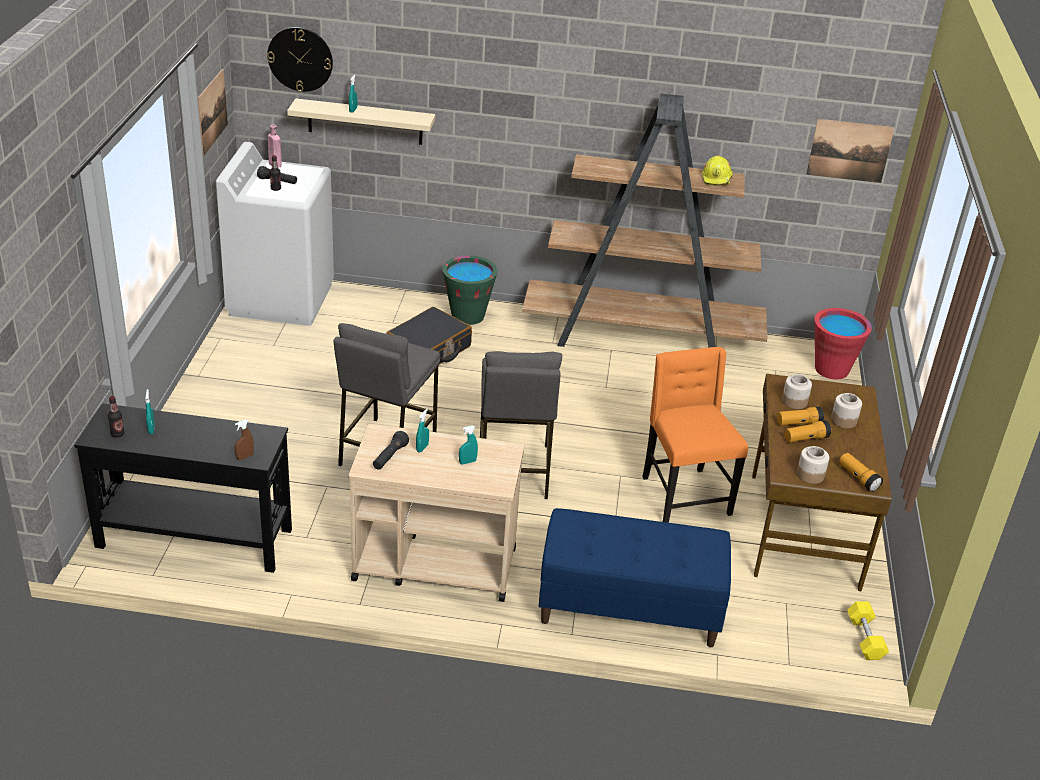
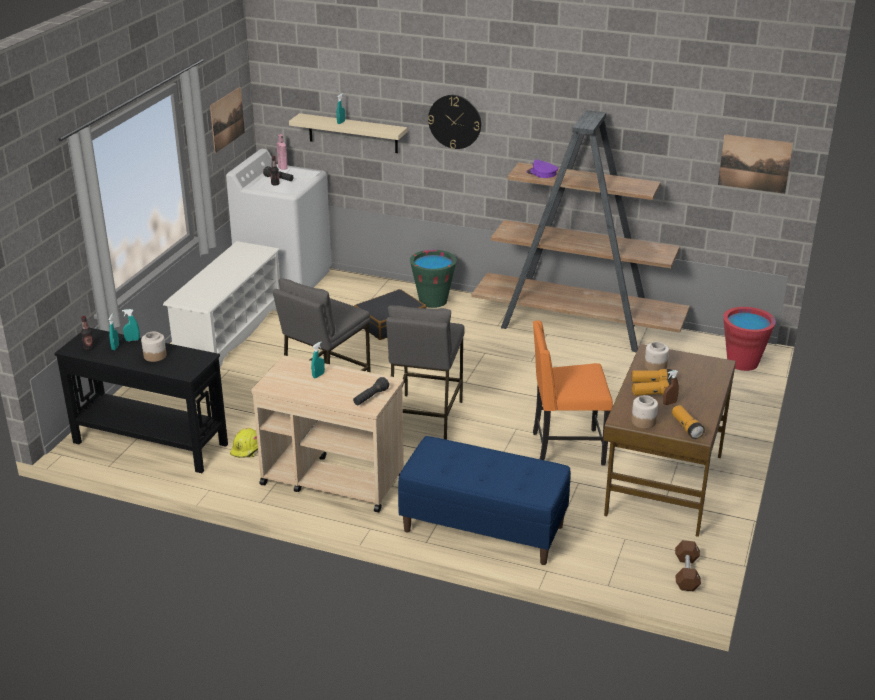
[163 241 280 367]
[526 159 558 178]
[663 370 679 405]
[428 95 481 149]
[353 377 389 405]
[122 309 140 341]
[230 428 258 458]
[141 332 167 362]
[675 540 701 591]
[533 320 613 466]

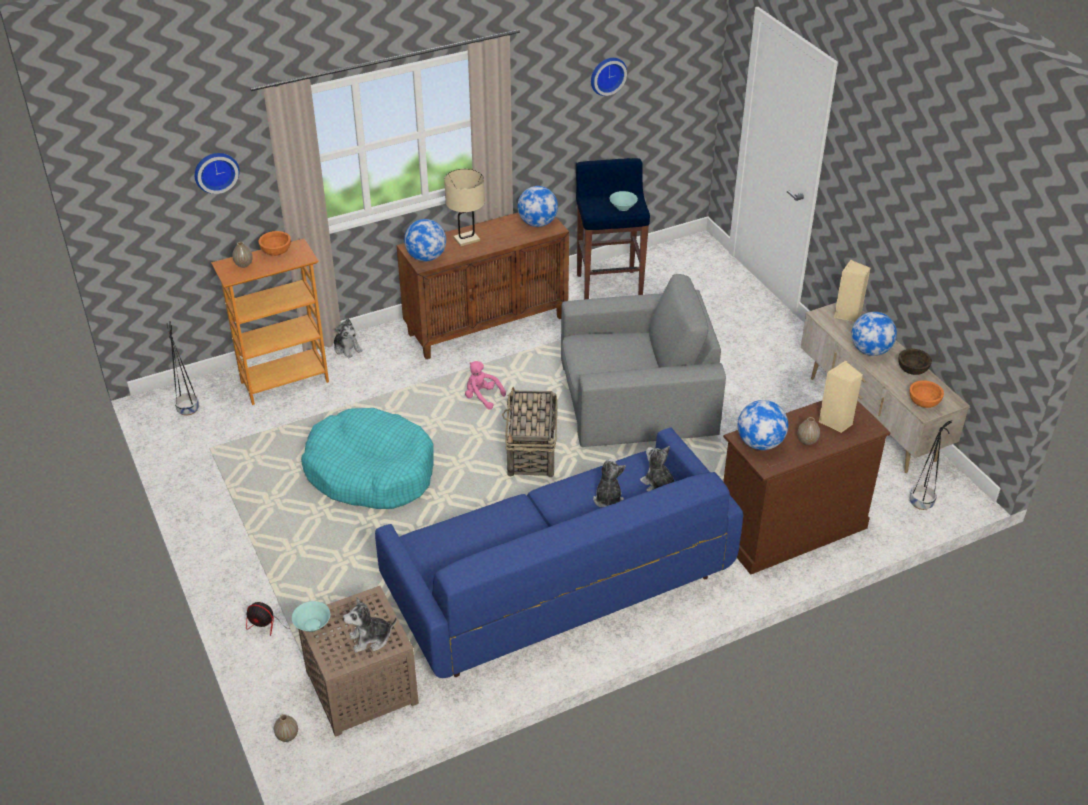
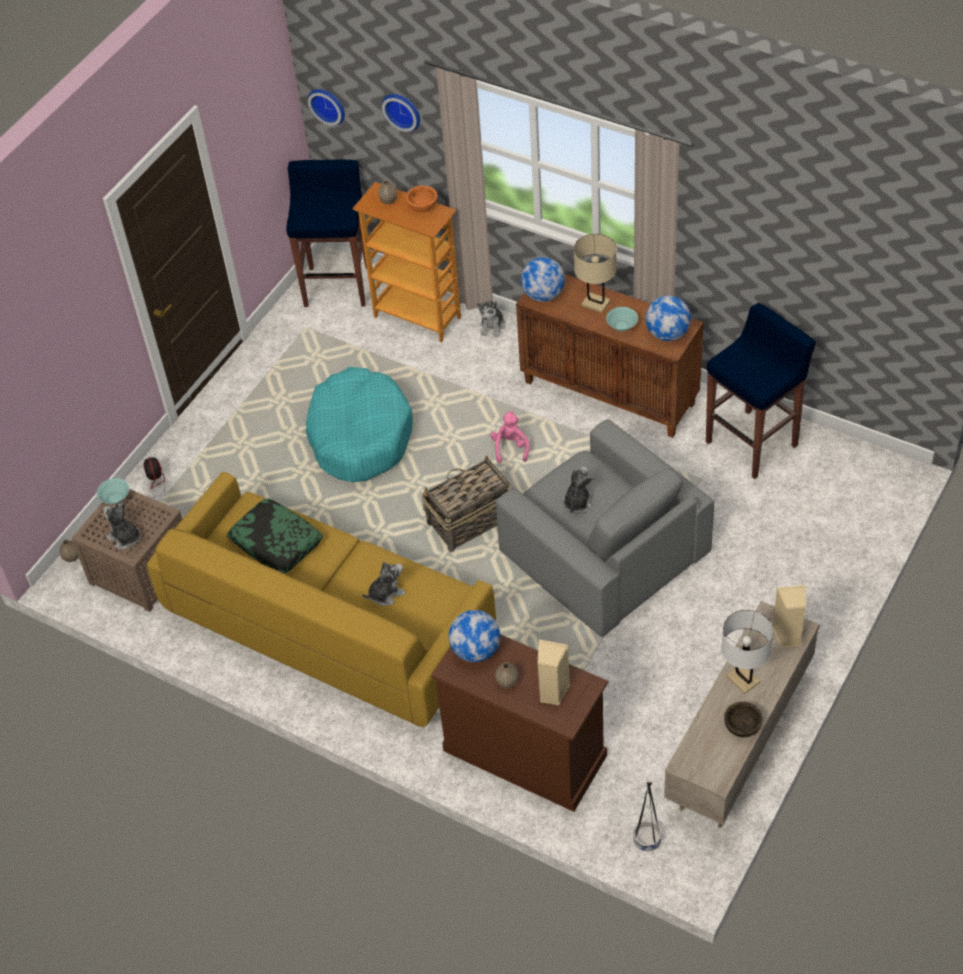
[909 380 944 408] (first image)
[227 498 323 574]
[308 89 345 126]
[606 307 638 331]
[563 467 593 513]
[286 160 367 307]
[721 610 773 694]
[147 472 496 727]

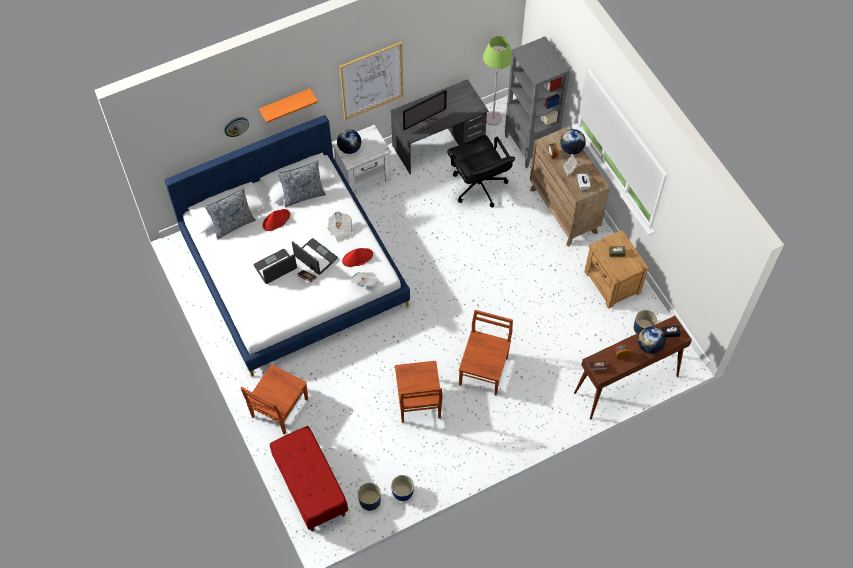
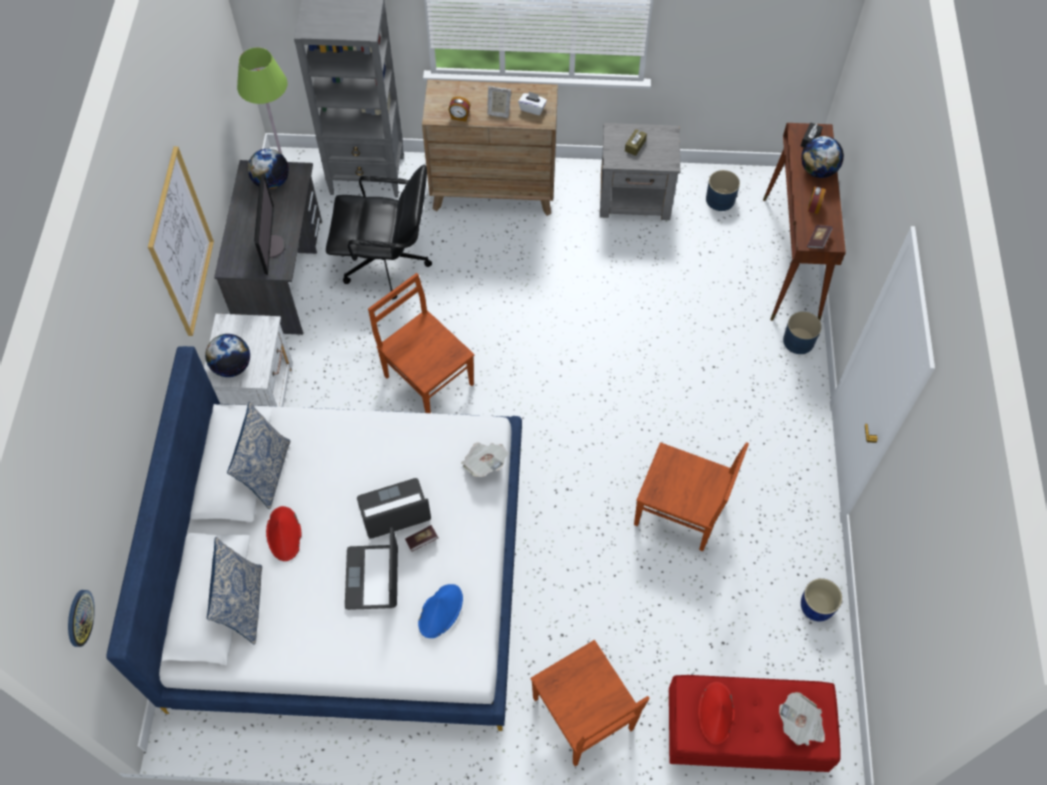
[259 88 318 123] (first image)
[418 584 463 638]
[68 590 95 647]
[779 692 825 746]
[698 682 735 745]
[783 311 822 354]
[368 273 474 413]
[248 149 289 189]
[600 123 680 220]

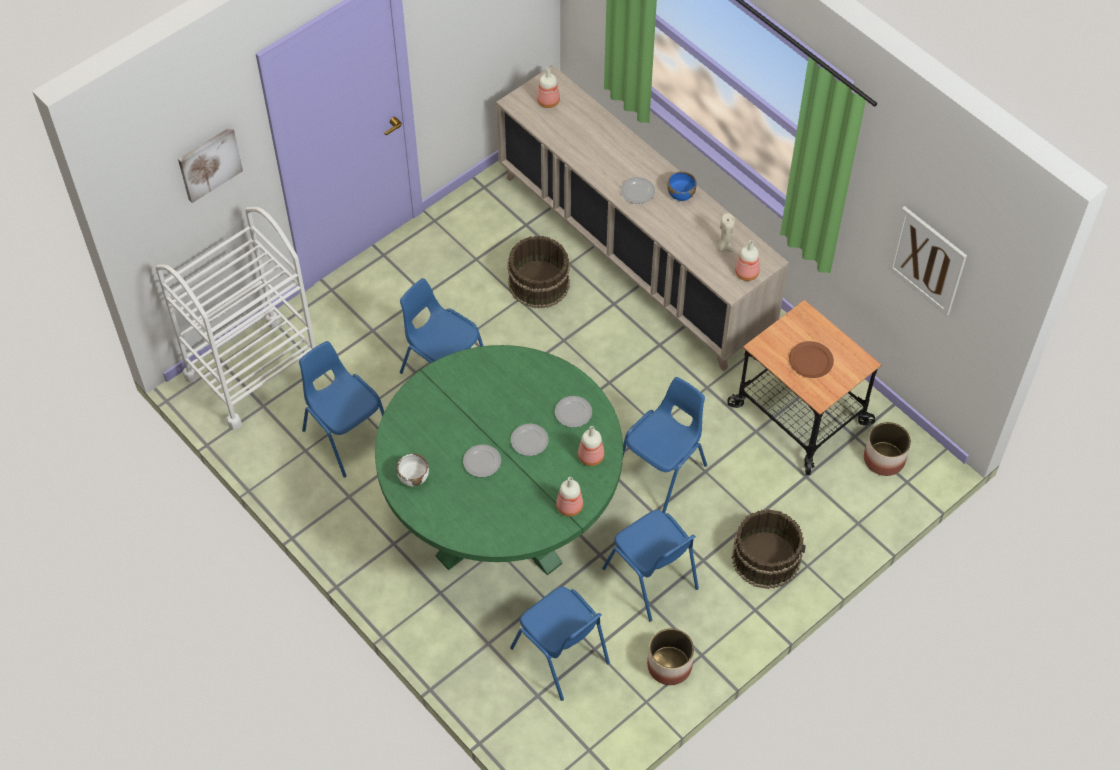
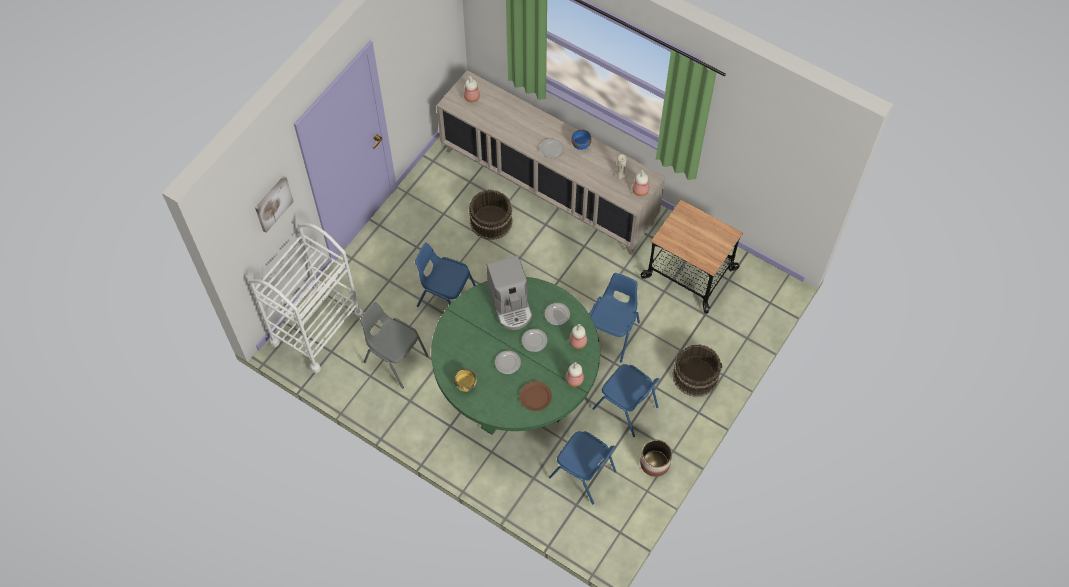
[864 422 911 476] (first image)
[887 206 967 316] (first image)
[487 256 532 330]
[519 381 552 411]
[360 302 428 389]
[454 369 477 392]

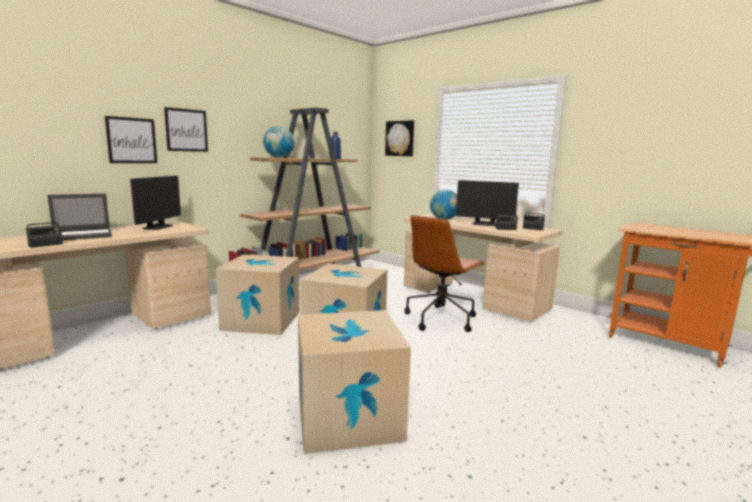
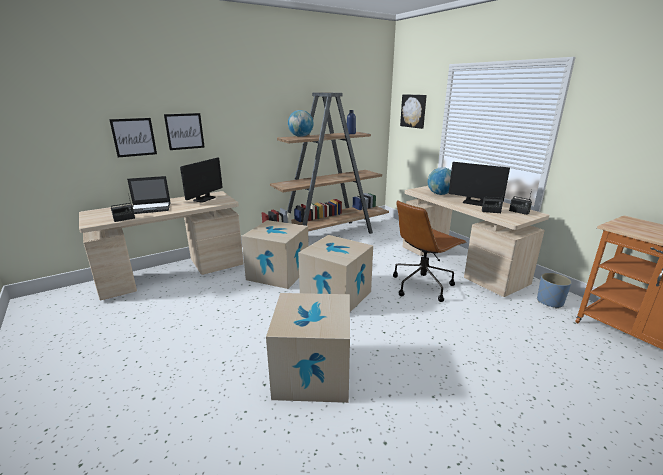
[537 273 572 309]
[109 118 157 157]

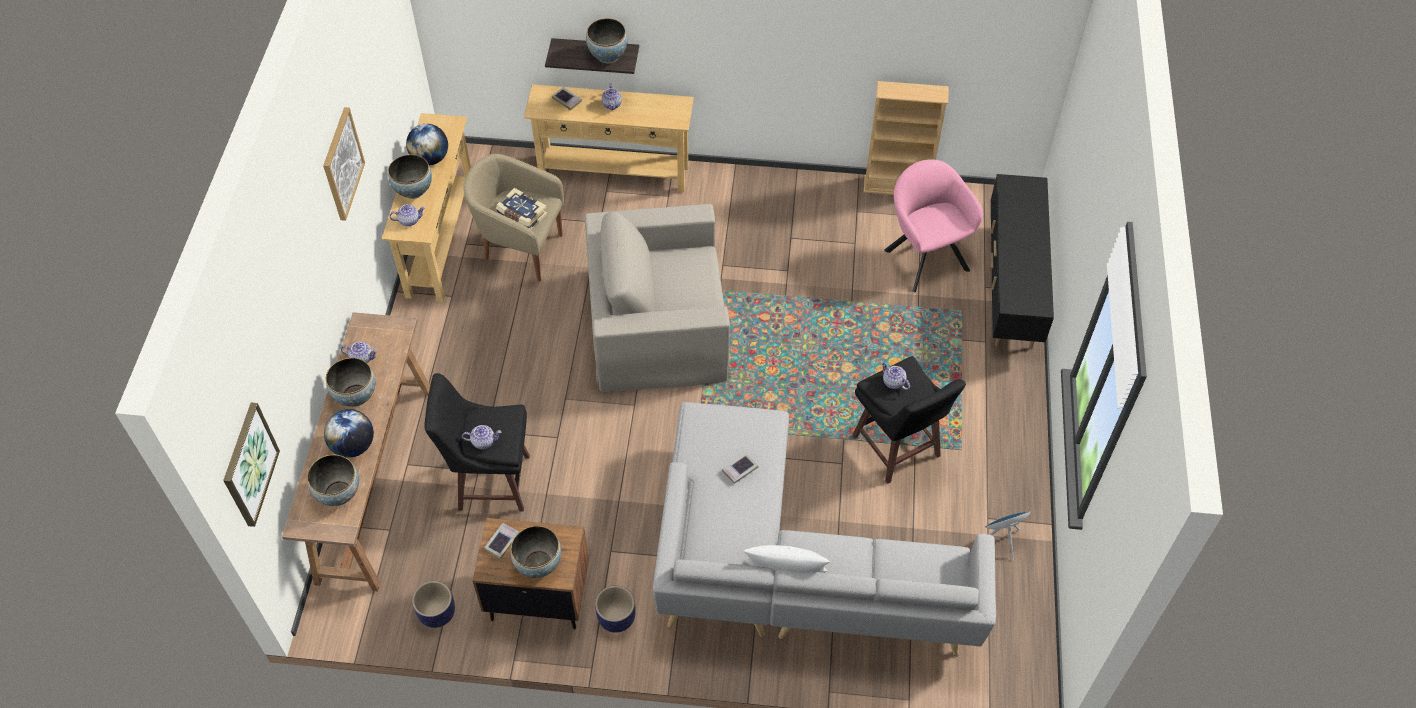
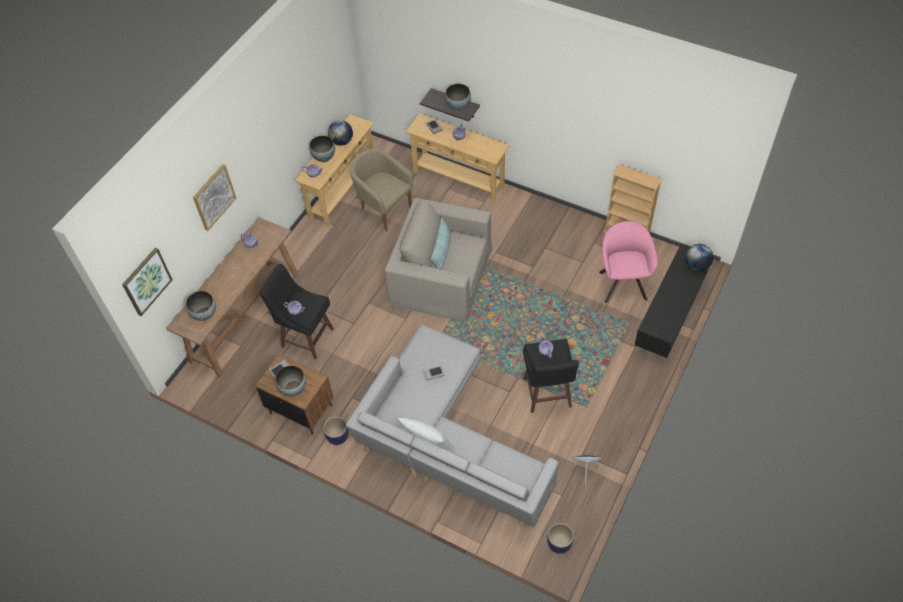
[326 358 375 407] (first image)
[496 188 548 230] (first image)
[431 217 451 270]
[193 164 236 231]
[685 244 713 271]
[547 523 574 554]

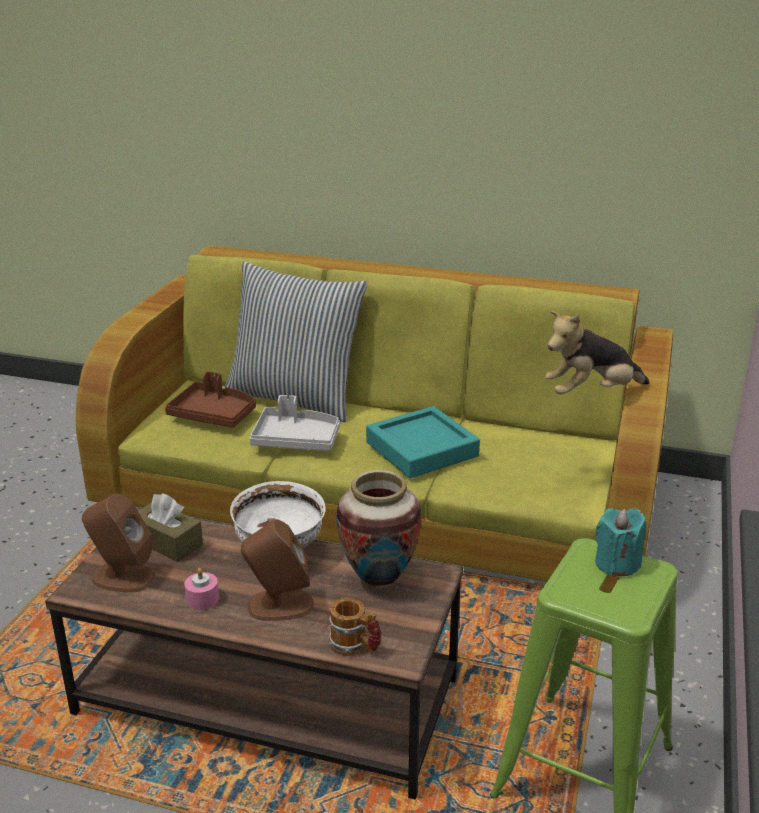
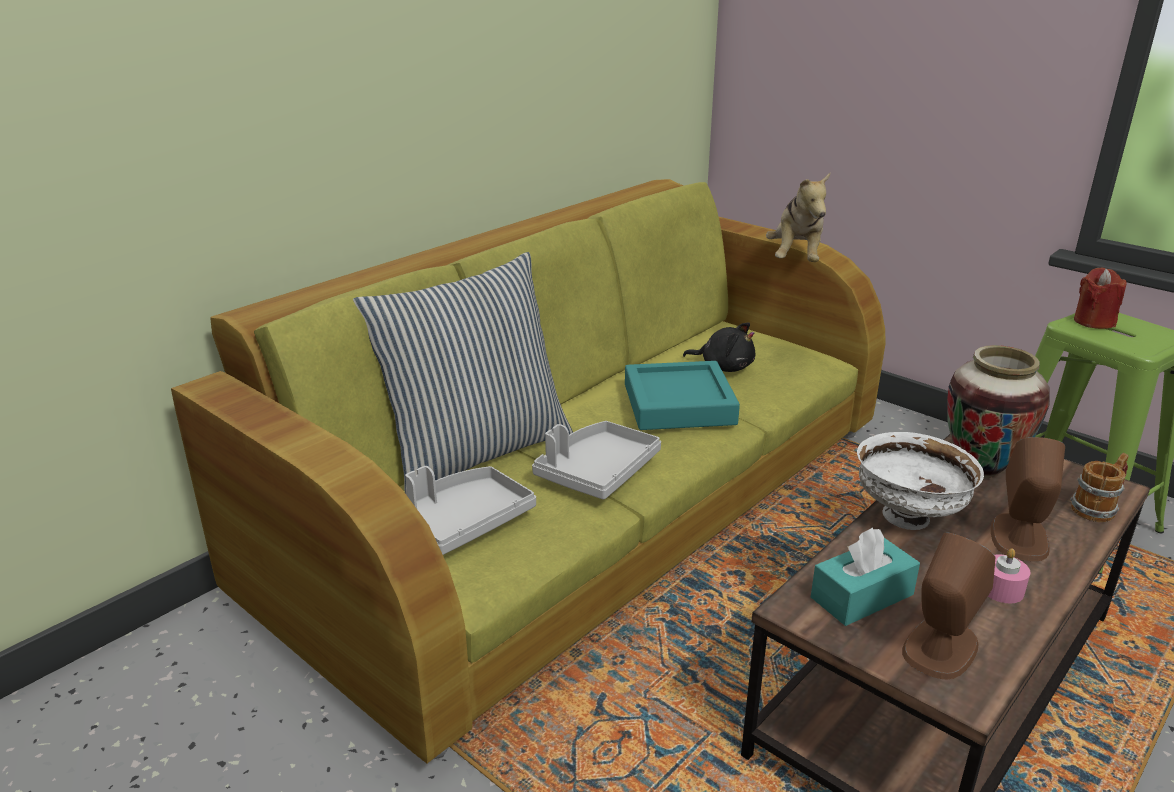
[683 322 755 372]
[811 527 920 626]
[405 466 536 555]
[1074 267 1127 329]

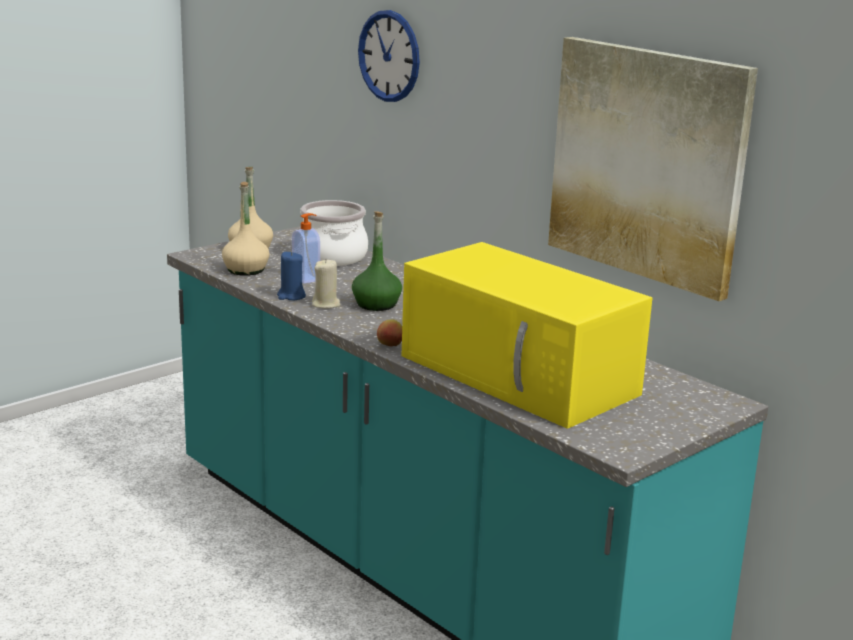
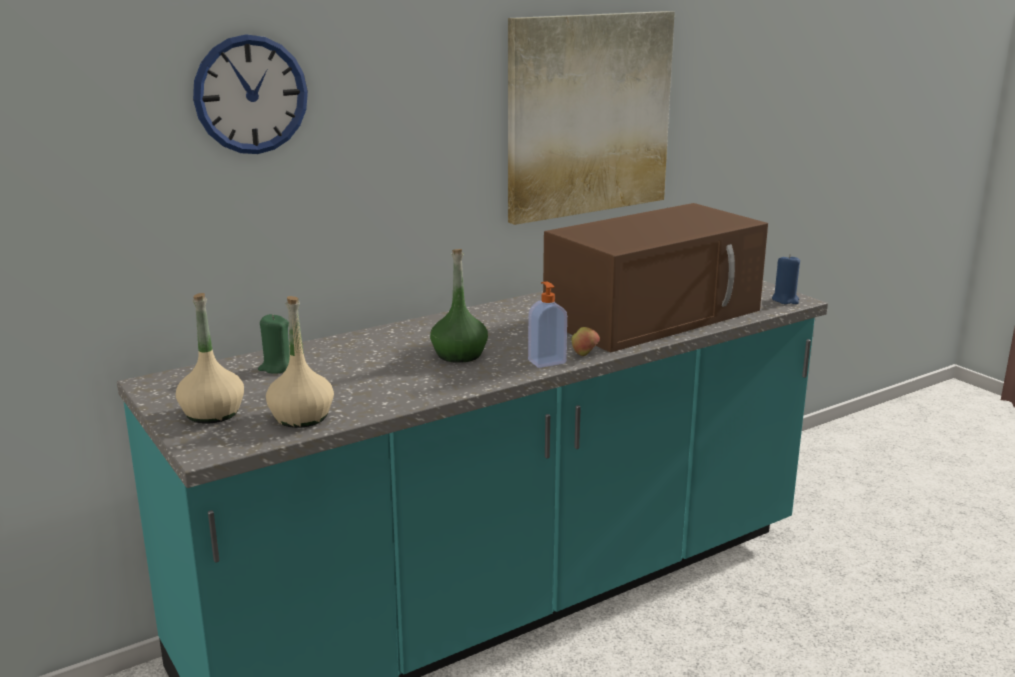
[312 259 341 309] (first image)
[772 254 800 304]
[528 281 567 368]
[258 314 290 374]
[543 203 768 352]

